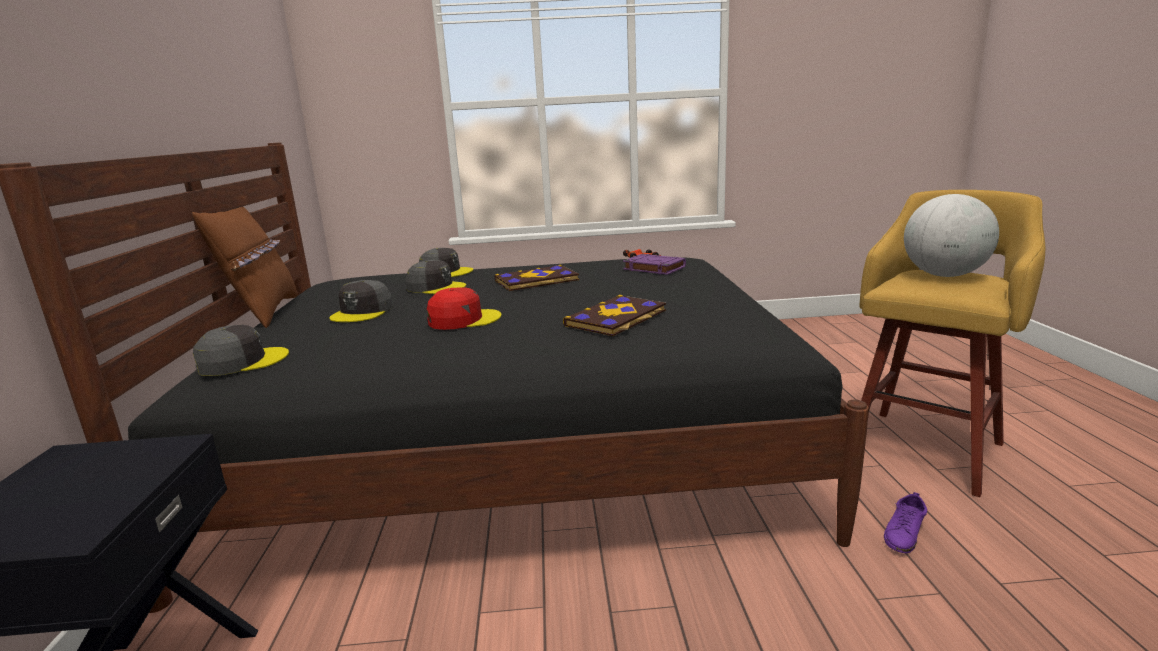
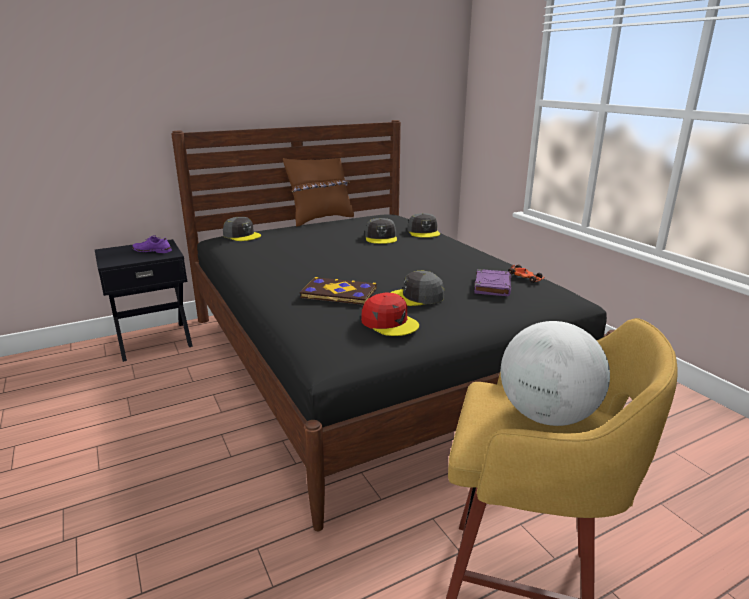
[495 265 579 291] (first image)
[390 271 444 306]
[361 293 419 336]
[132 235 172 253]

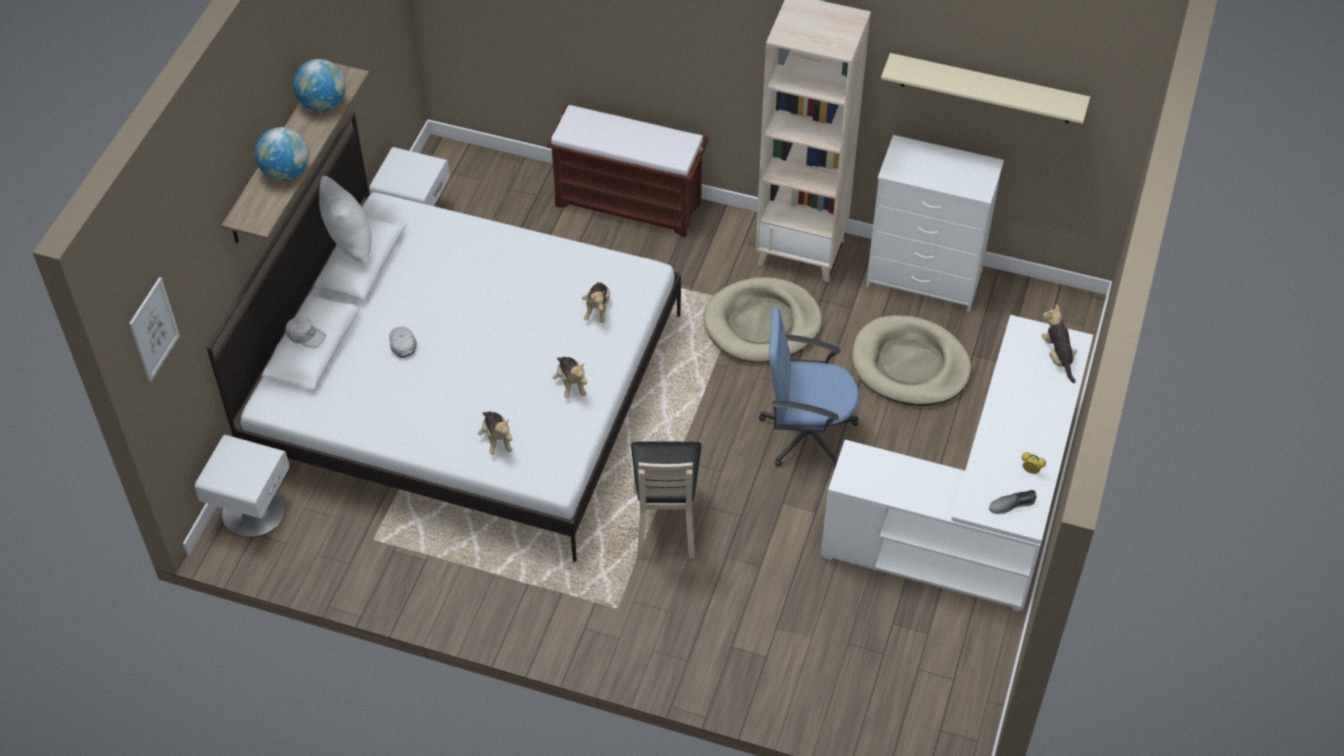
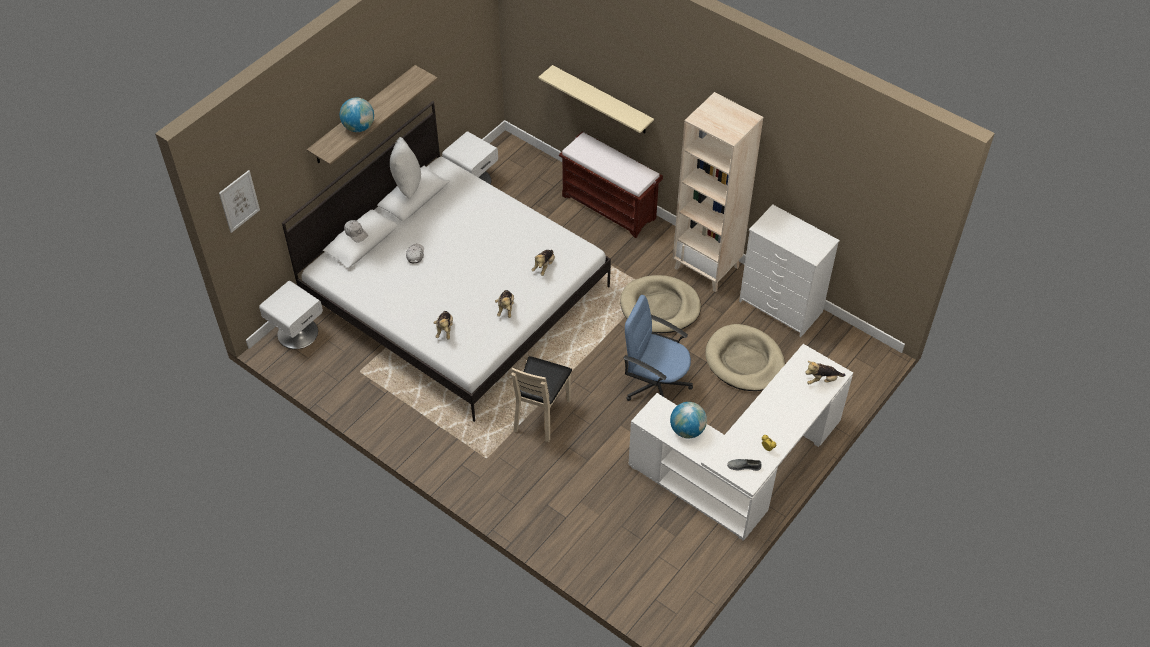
[670 402 707 438]
[538 65 654 134]
[805 361 845 384]

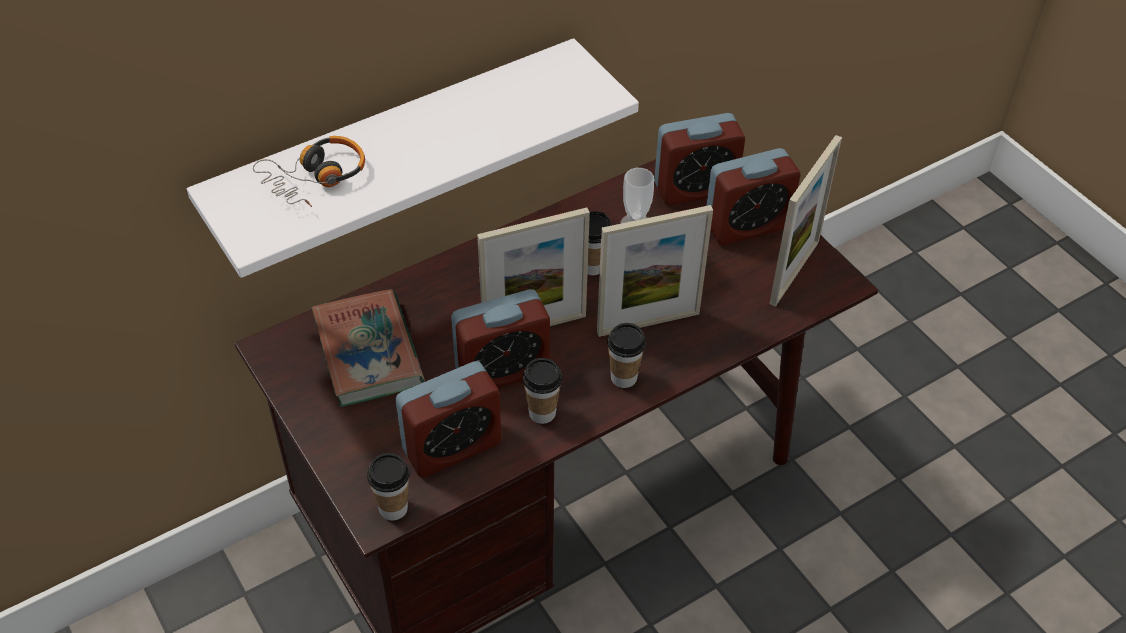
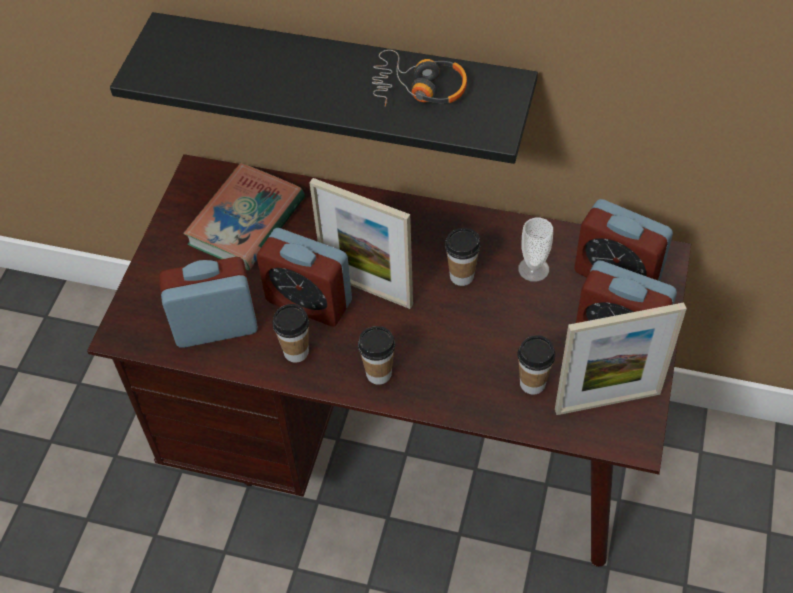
[597 205 713 337] (first image)
[372 50 467 107]
[518 335 555 394]
[110 12 538 164]
[159 257 258 348]

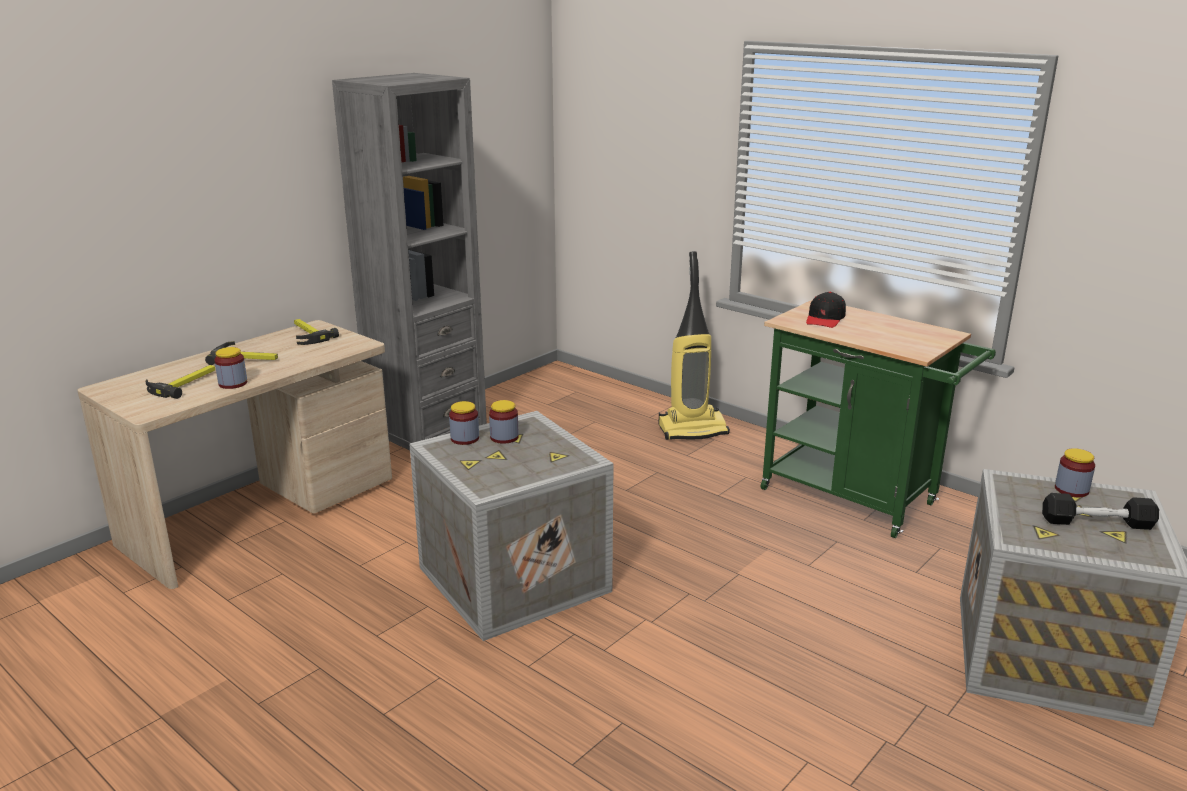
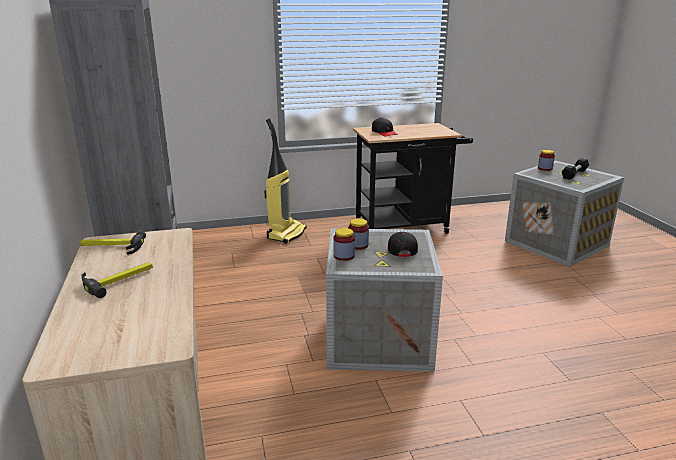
[146 365 215 399] (first image)
[214 347 247 389] (first image)
[388 232 418 257]
[353 123 473 234]

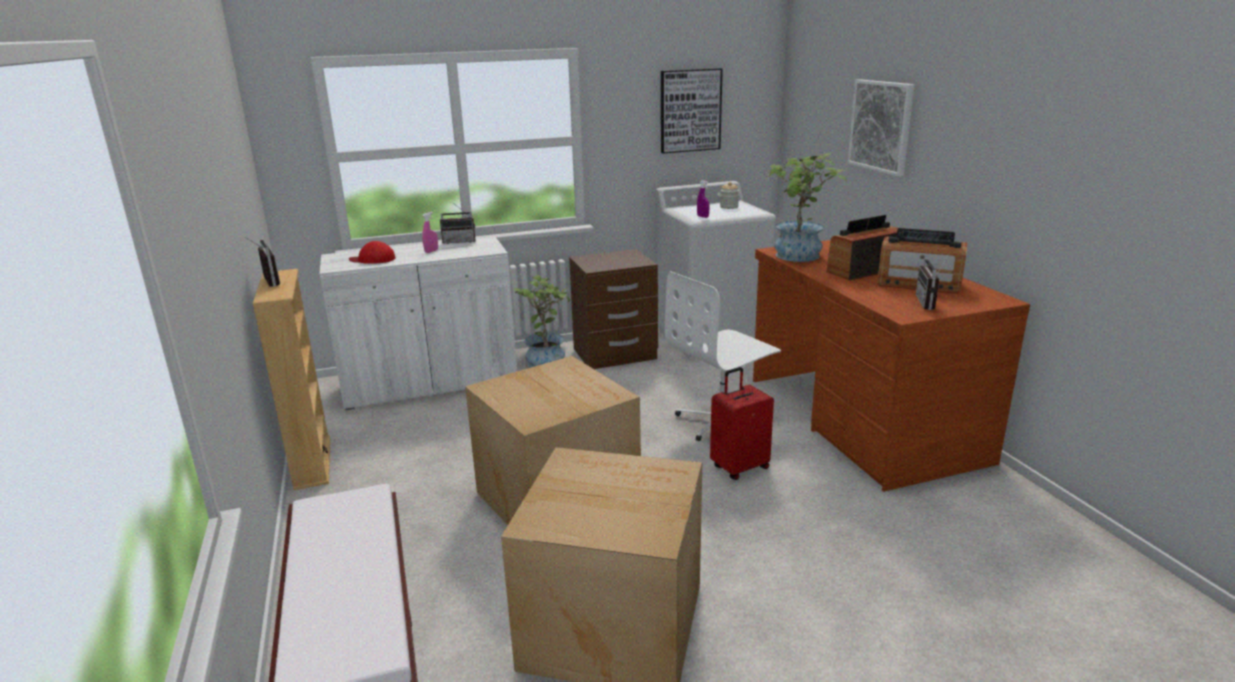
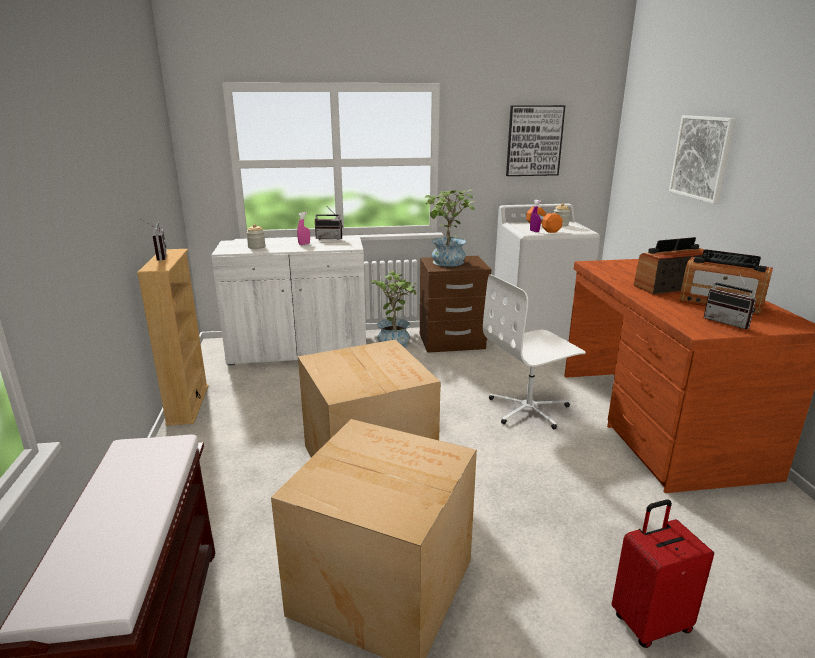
[526 207 563 233]
[612 499 714 648]
[425 189 475 267]
[246 224 265 249]
[704 272 757 329]

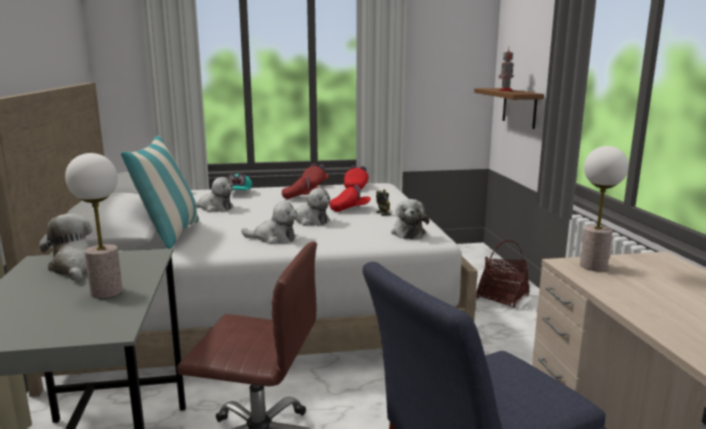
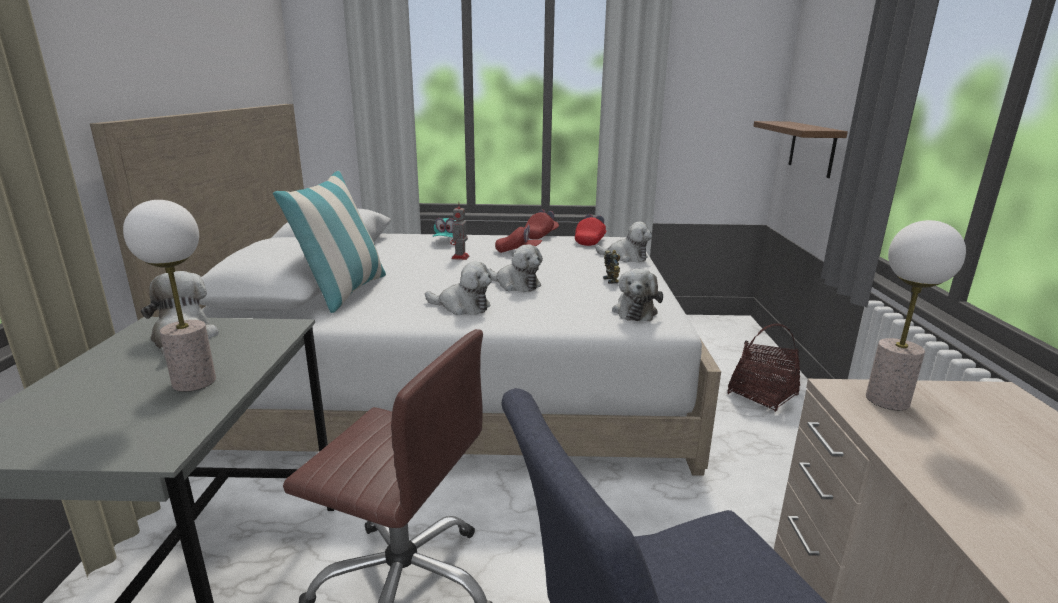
[329 184 371 212] (first image)
[596 222 652 262]
[450 202 469 260]

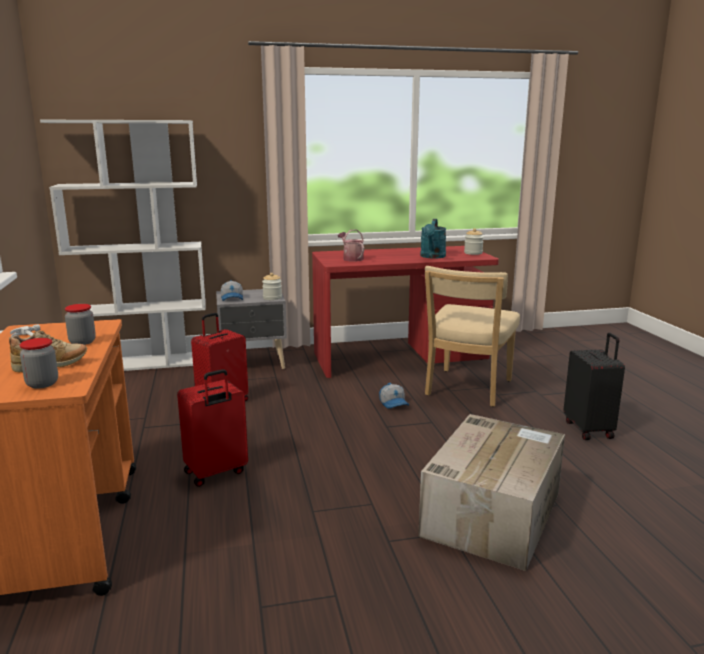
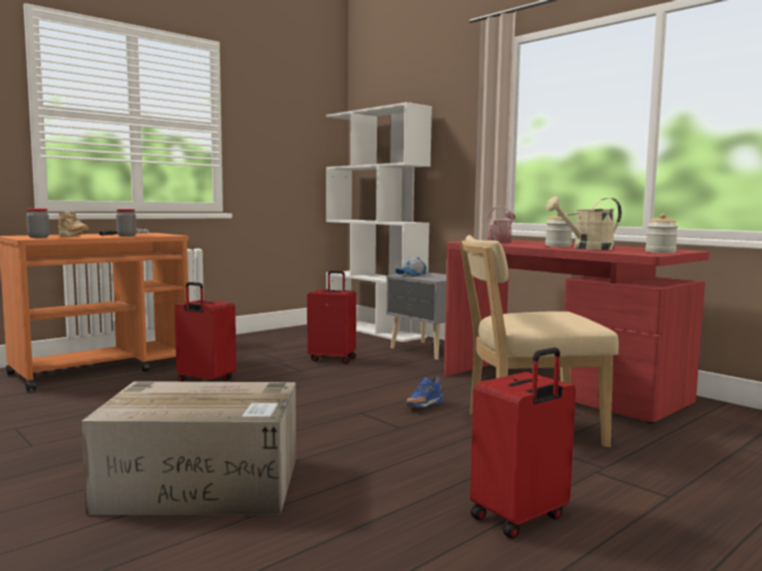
[545 213 572 247]
[406 376 443 408]
[546 196 622 250]
[470 347 576 539]

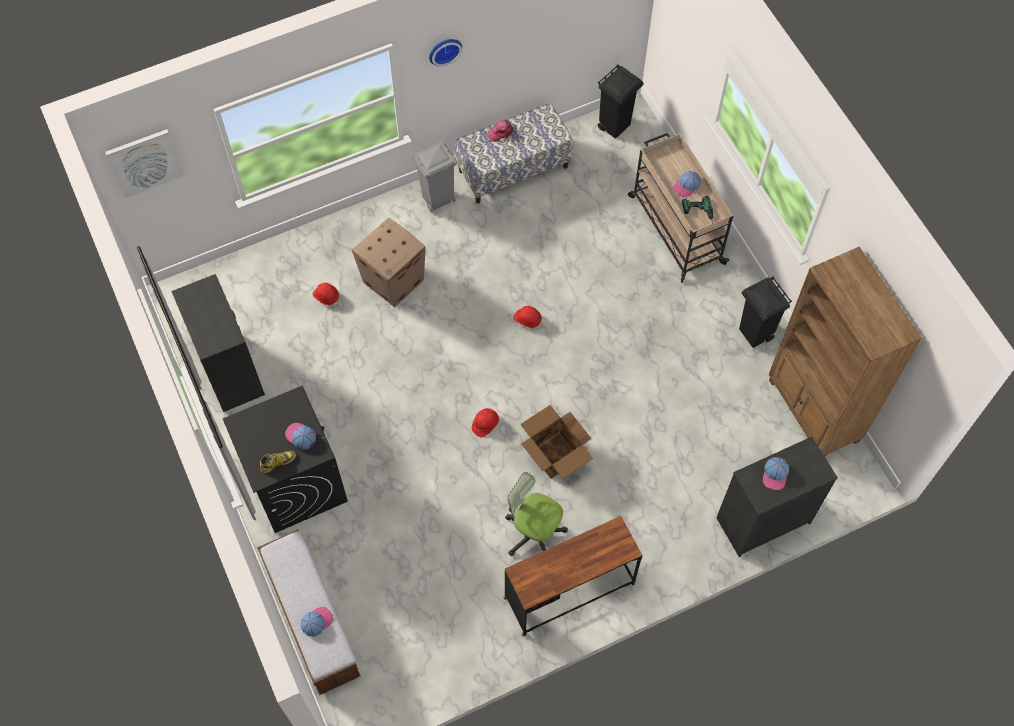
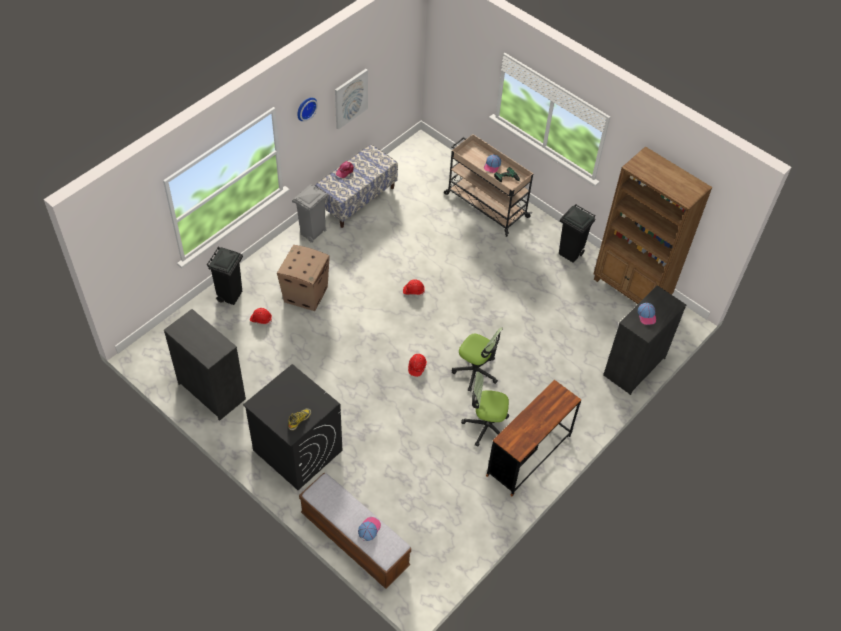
[285 423 316 450] (first image)
[335 69 368 130]
[207 247 243 305]
[452 327 503 392]

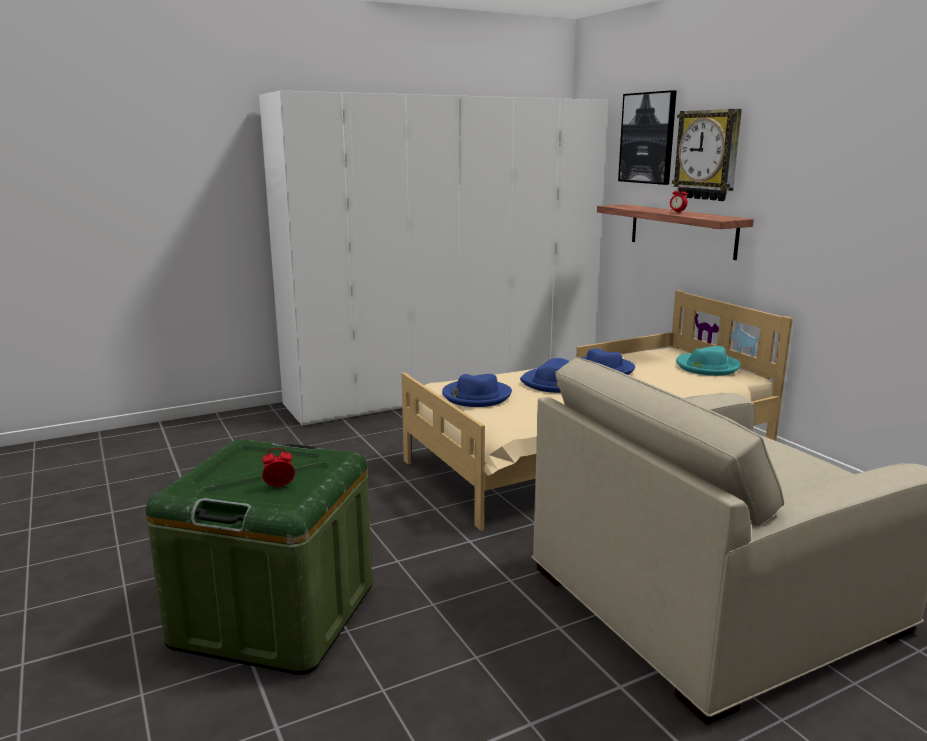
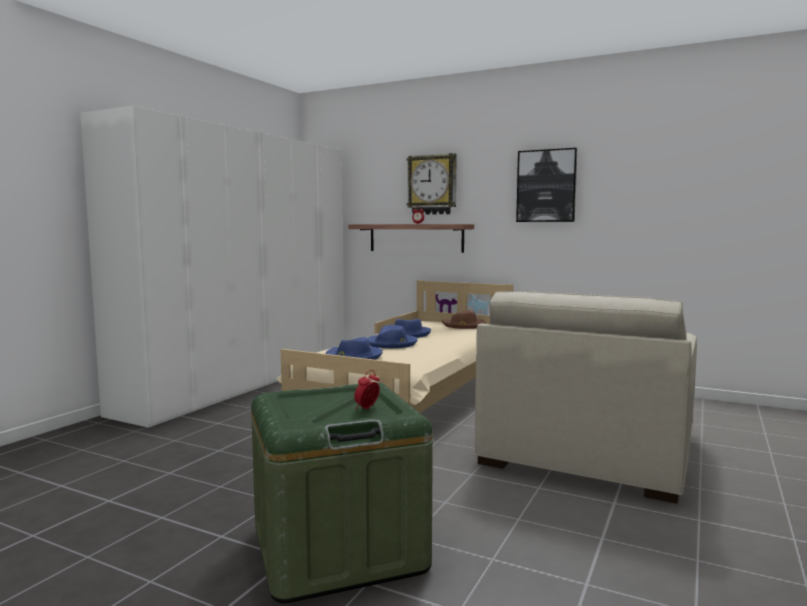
[516 148 577 222]
[442 310 486 329]

